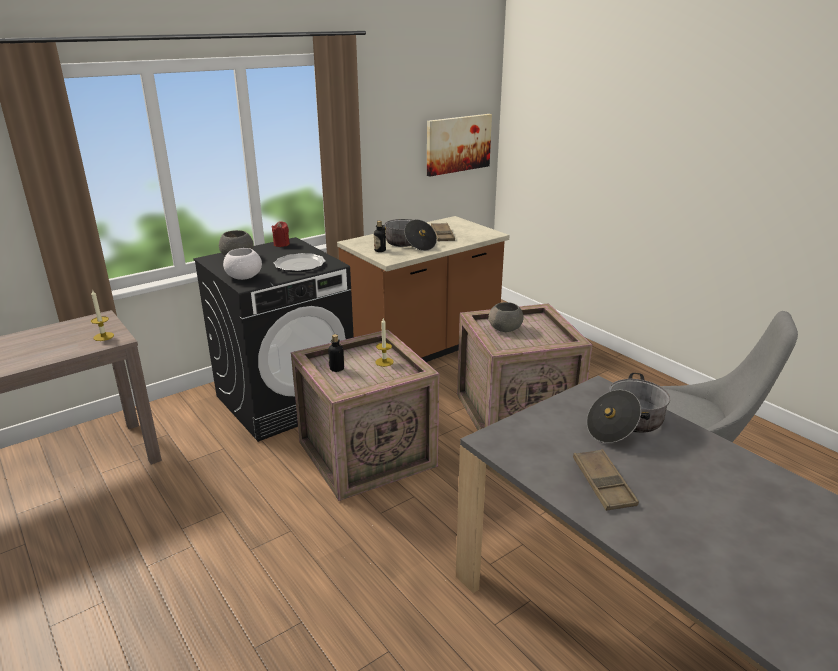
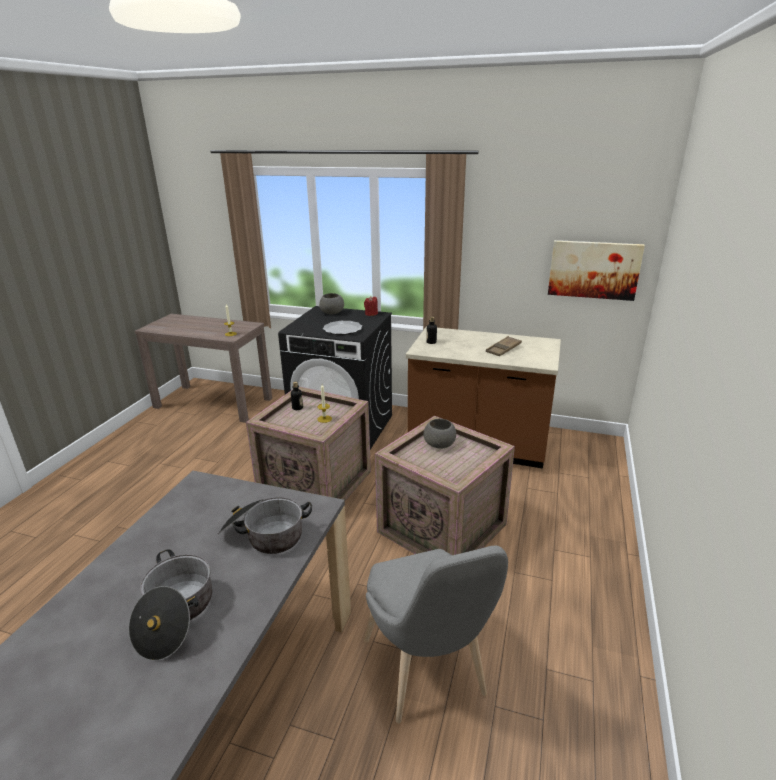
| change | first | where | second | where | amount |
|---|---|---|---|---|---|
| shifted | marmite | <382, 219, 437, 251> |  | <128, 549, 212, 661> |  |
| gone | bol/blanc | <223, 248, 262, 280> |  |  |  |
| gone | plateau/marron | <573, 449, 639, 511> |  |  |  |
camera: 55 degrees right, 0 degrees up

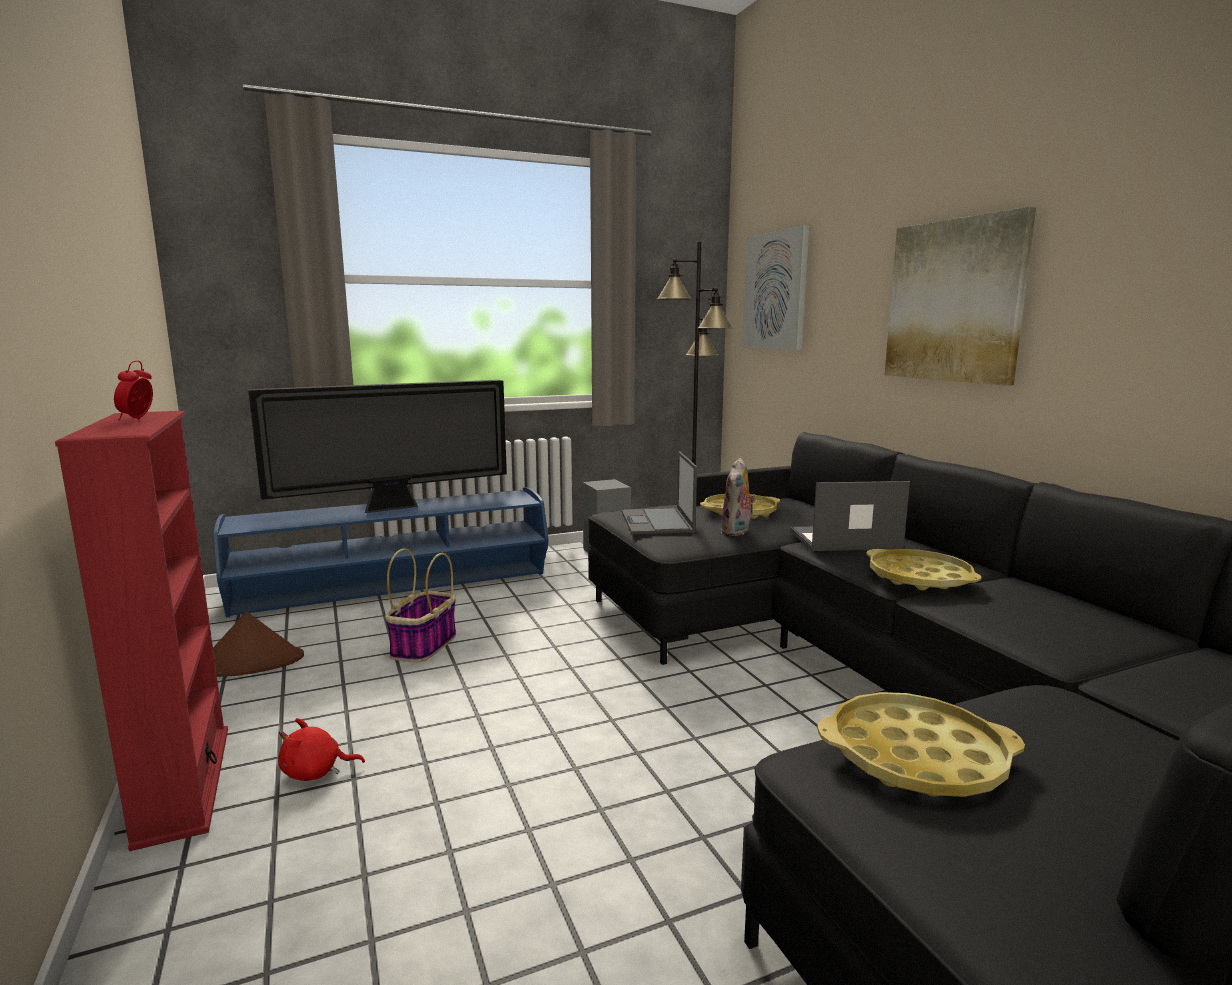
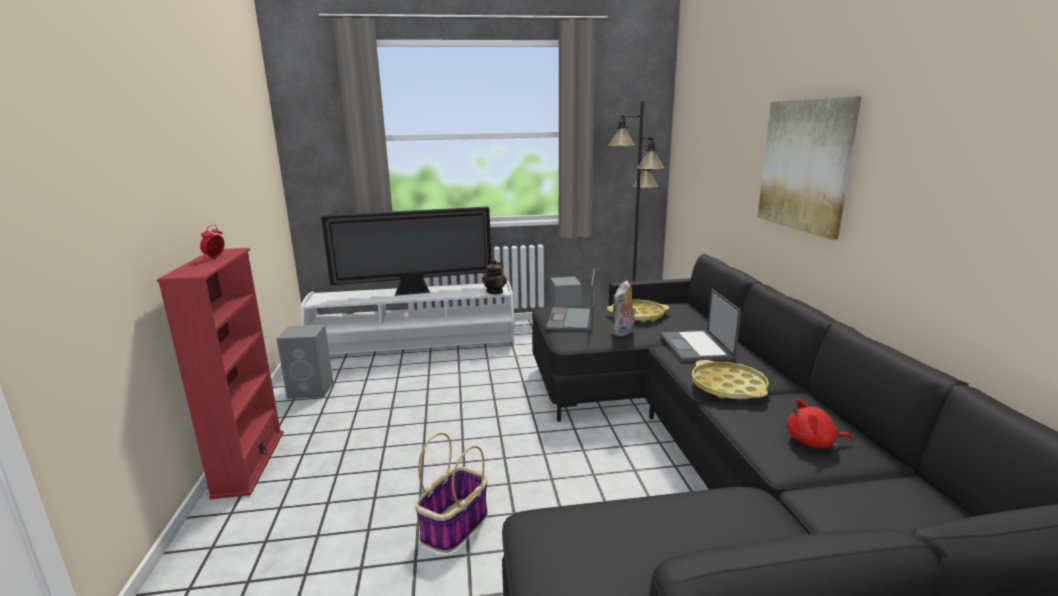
| change | first | where | second | where | amount |
|---|---|---|---|---|---|
| swapped | chapeau/marron | <213, 611, 304, 677> | enceinte/gris | <276, 325, 333, 399> |  |
| repainted | meuble télé/bleu | <213, 487, 548, 618> | meuble télé/blanc | <301, 281, 514, 355> |  |
| shifted | panier | <385, 549, 456, 662> |  | <415, 433, 488, 553> |  |
| new |  |  | théière | <482, 259, 507, 294> |  |
| rotated | ordinateur portable | <790, 481, 910, 551> |  | <660, 288, 741, 362> | 105 degrees counterclockwise |
| shifted | peluche/rouge | <278, 718, 365, 781> |  | <787, 399, 853, 449> |  |
| gone | tableau | <743, 226, 809, 350> |  |  |  |
| gone | plateau/jaune | <817, 692, 1025, 797> |  |  |  |
camera: 15 degrees right, 5 degrees up

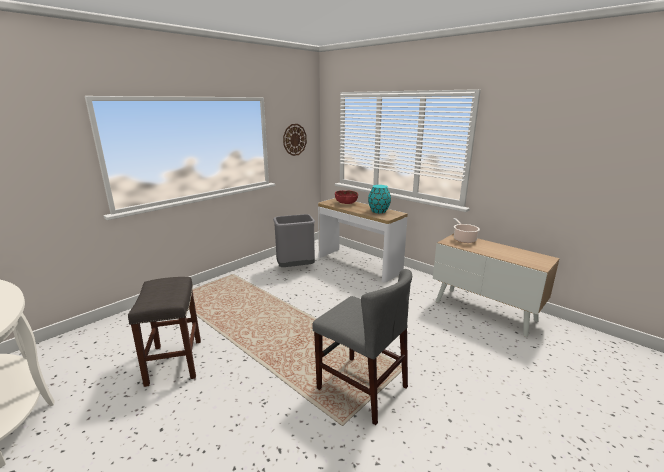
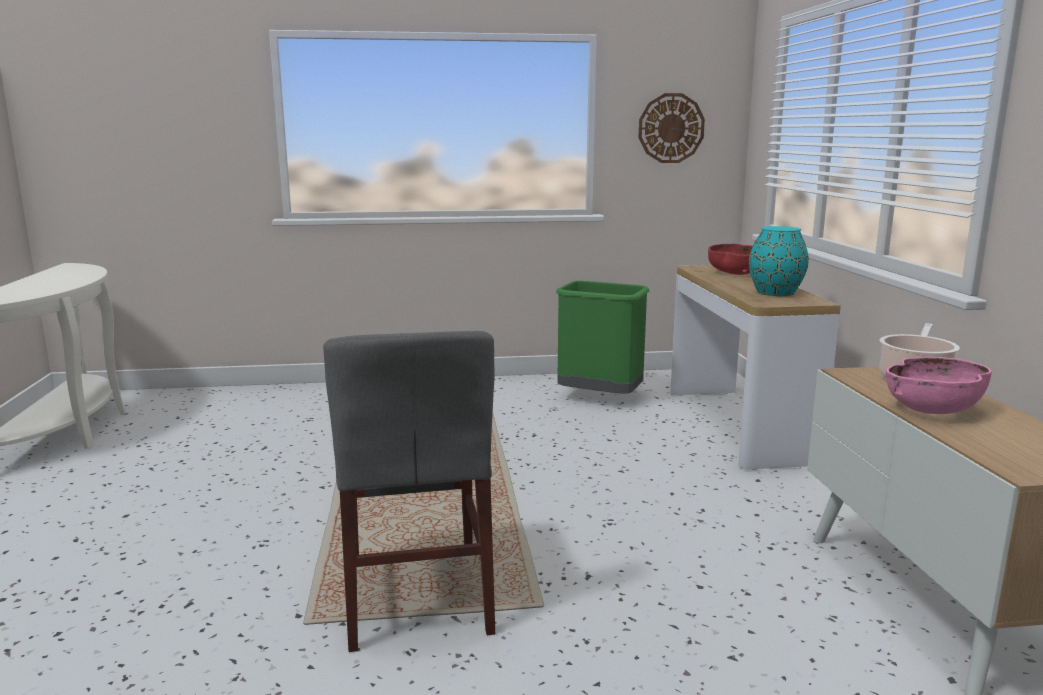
| change | first | where | second | where | amount |
|---|---|---|---|---|---|
| repainted | poubelle/gris | <273, 214, 315, 267> | poubelle/vert | <556, 281, 650, 394> |  |
| new |  |  | bol/rose | <886, 357, 992, 414> |  |
| gone | tabouret/gris | <128, 277, 201, 387> |  |  |  |
camera: 40 degrees right, 5 degrees down

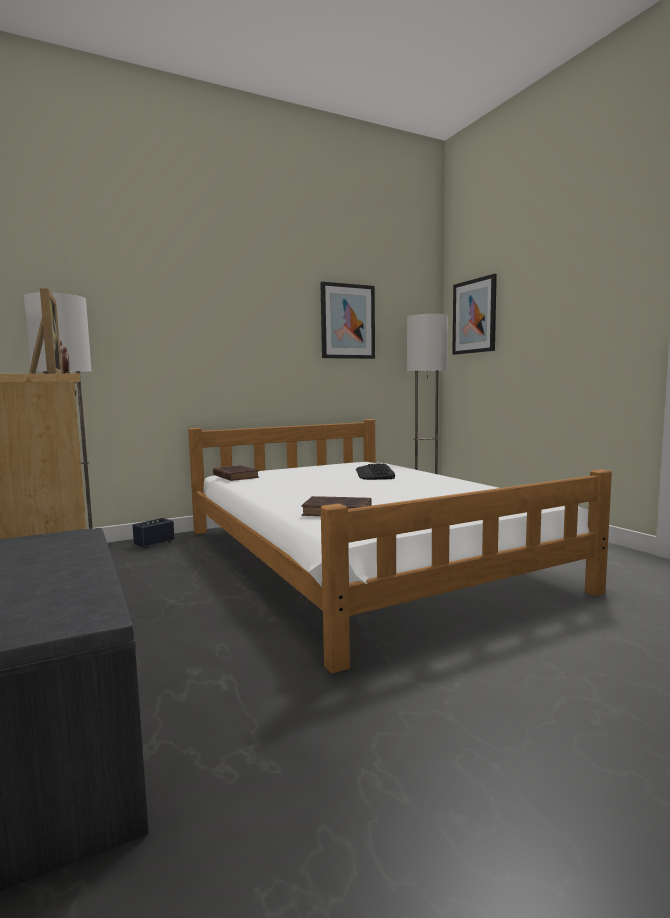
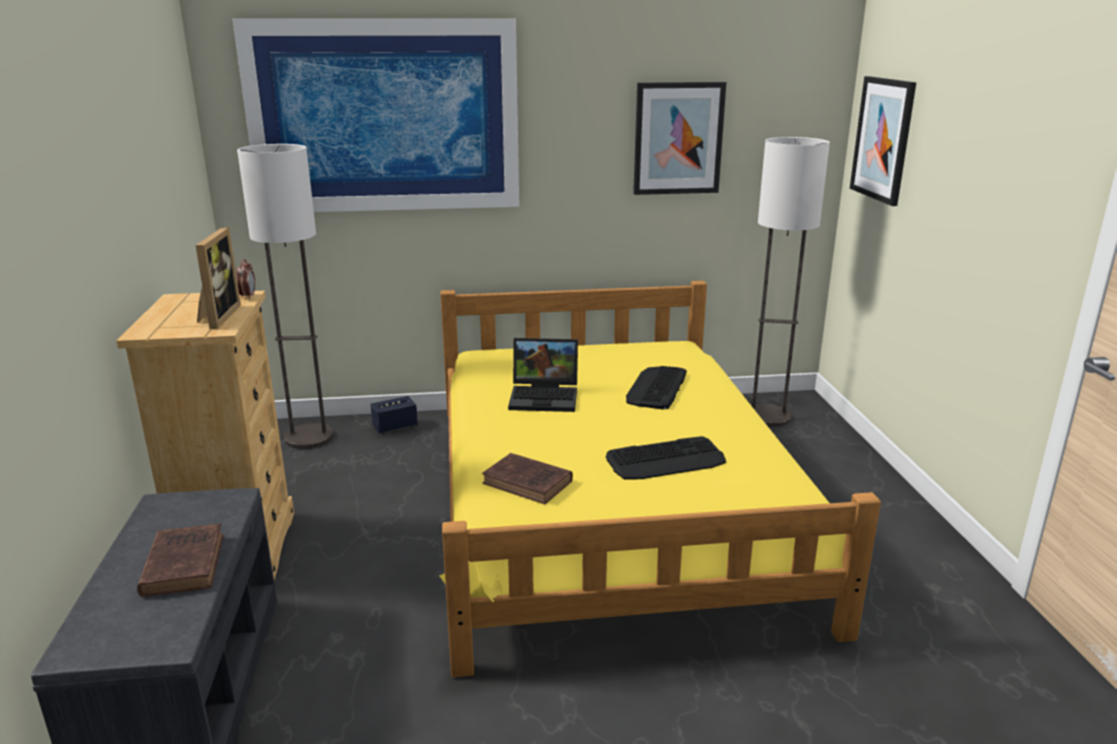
| change | first | where | second | where | amount |
|---|---|---|---|---|---|
| shifted | livre/marron | <213, 465, 259, 481> |  | <137, 523, 224, 597> |  |
| new |  |  | tableau | <233, 19, 519, 212> |  |
| repainted | lit/blanc | <188, 419, 612, 674> | lit/jaune | <439, 281, 881, 677> |  |
| new |  |  | ordinateur portable | <508, 338, 578, 412> |  |
| new |  |  | clavier | <606, 436, 726, 480> |  |
camera: 20 degrees right, 15 degrees up

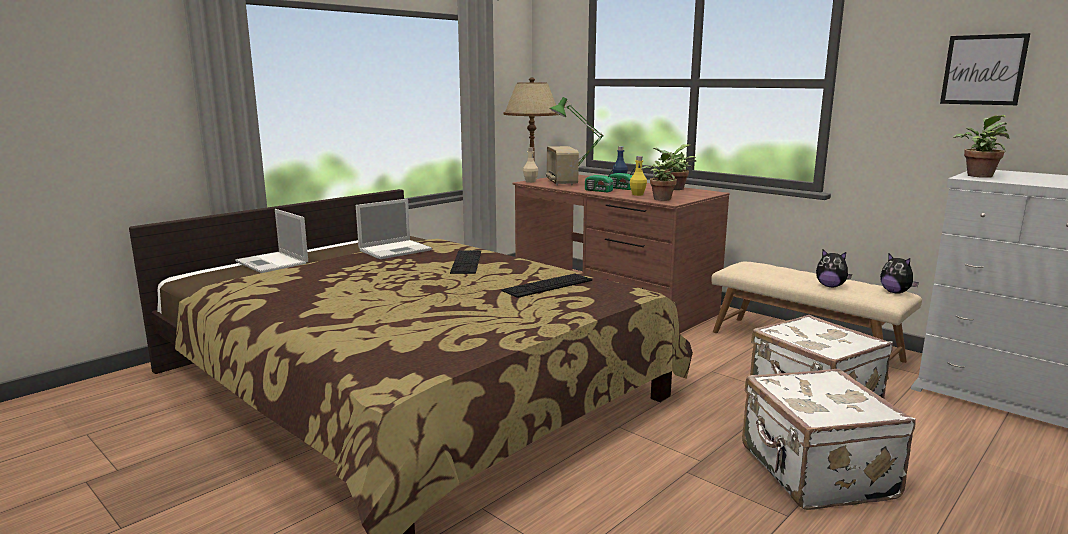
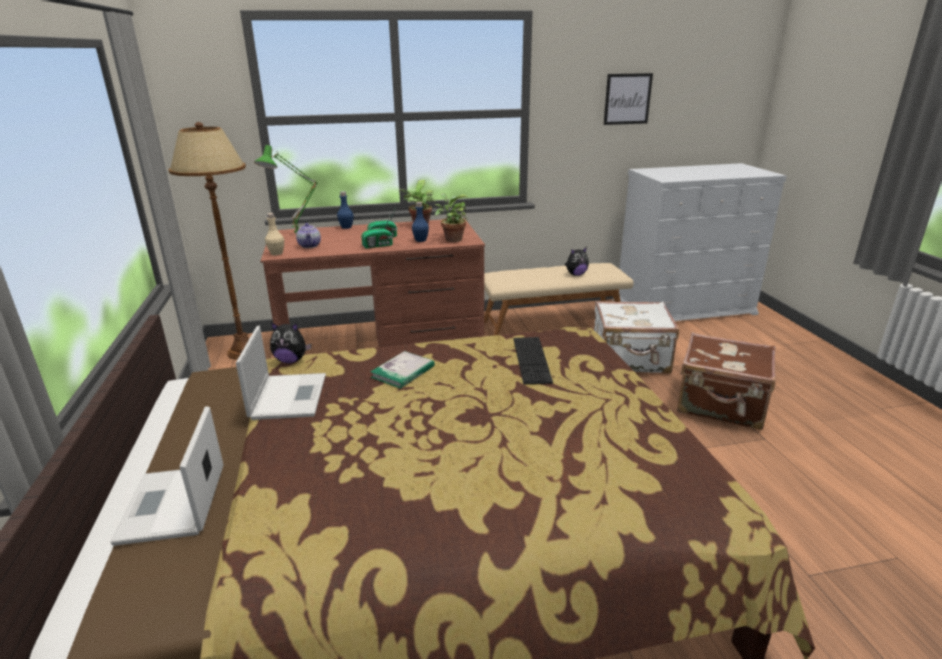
| change | first | where | second | where | amount |
|---|---|---|---|---|---|
| rotated | ordinateur portable | <235, 209, 308, 273> |  | <110, 406, 224, 546> | 90 degrees clockwise |
| shifted | peluche | <880, 254, 919, 294> |  | <270, 322, 311, 363> |  |
| swapped | radio | <546, 146, 579, 186> | théière | <296, 223, 321, 248> |  |
| swapped | clavier | <450, 250, 481, 274> | livre | <370, 351, 435, 389> |  |
| repainted | bouteille/jaune | <630, 156, 647, 196> | bouteille/bleu | <412, 202, 429, 242> |  |
| repainted | valise/blanc | <742, 369, 916, 510> | valise/marron | <677, 333, 776, 430> |  |
| gone | plante en pot | <953, 115, 1010, 178> |  |  |  |
camera: 55 degrees left, 10 degrees up

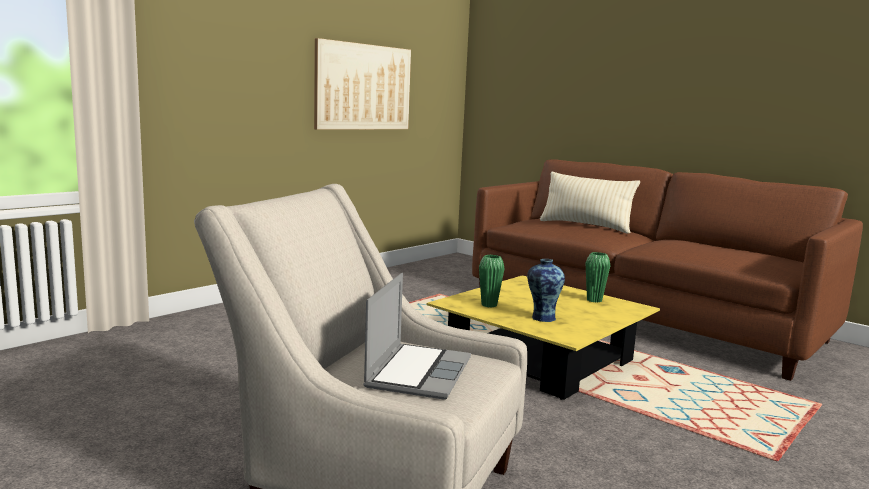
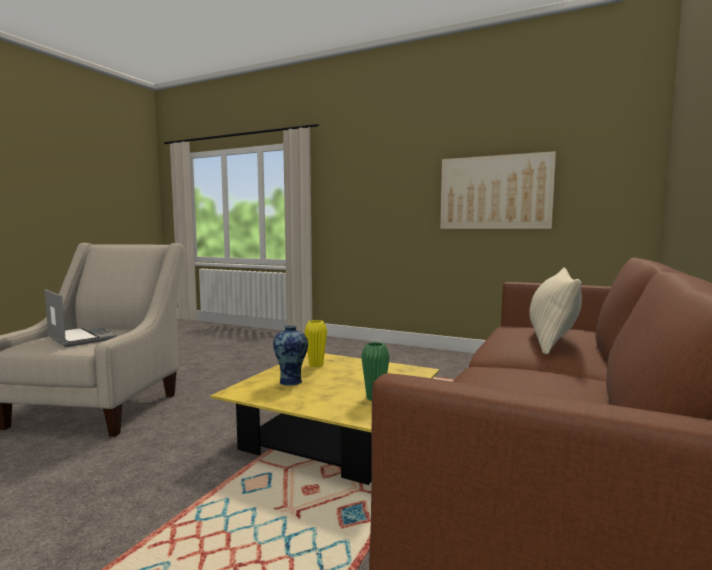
| change | first | where | second | where | amount |
|---|---|---|---|---|---|
| rotated | ordinateur portable | <363, 273, 471, 400> |  | <44, 289, 117, 347> | 135 degrees counterclockwise |
| repainted | vase/vert | <479, 255, 505, 308> | vase/jaune | <305, 320, 327, 367> |  |
camera: 75 degrees right, 5 degrees down

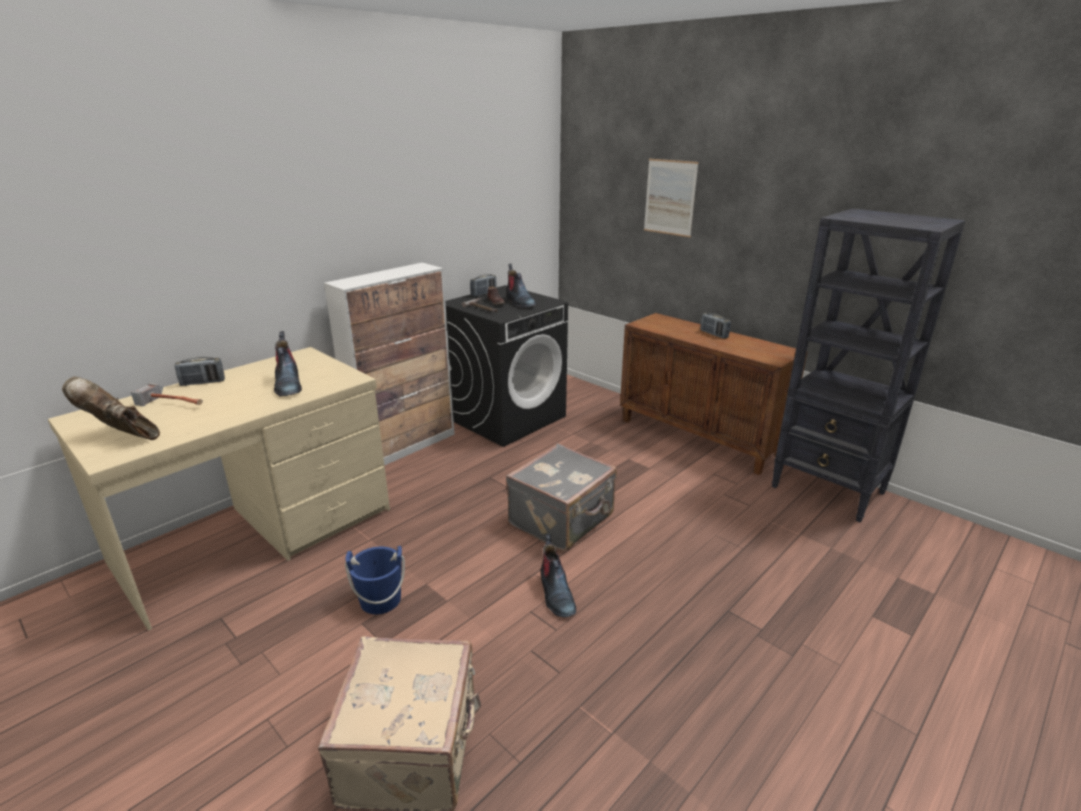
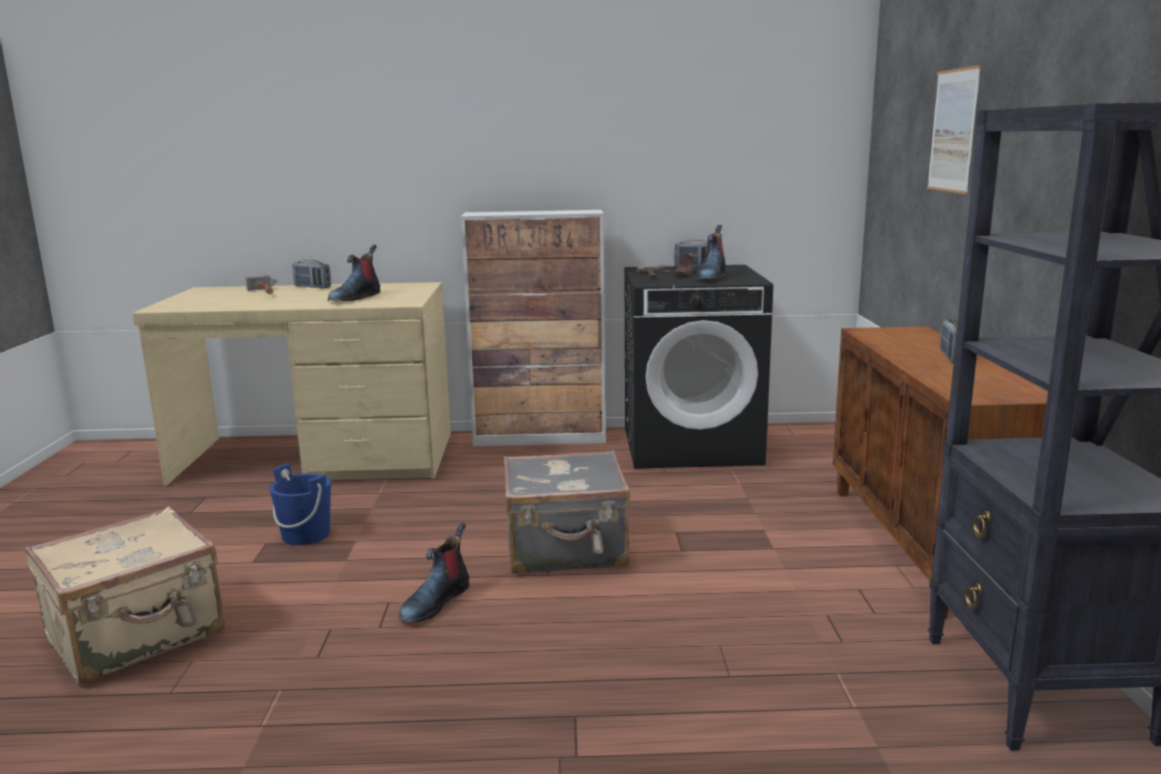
| change | first | where | second | where | amount |
|---|---|---|---|---|---|
| gone | botte/marron | <62, 377, 160, 440> |  |  |  |
camera: 45 degrees right, 10 degrees down

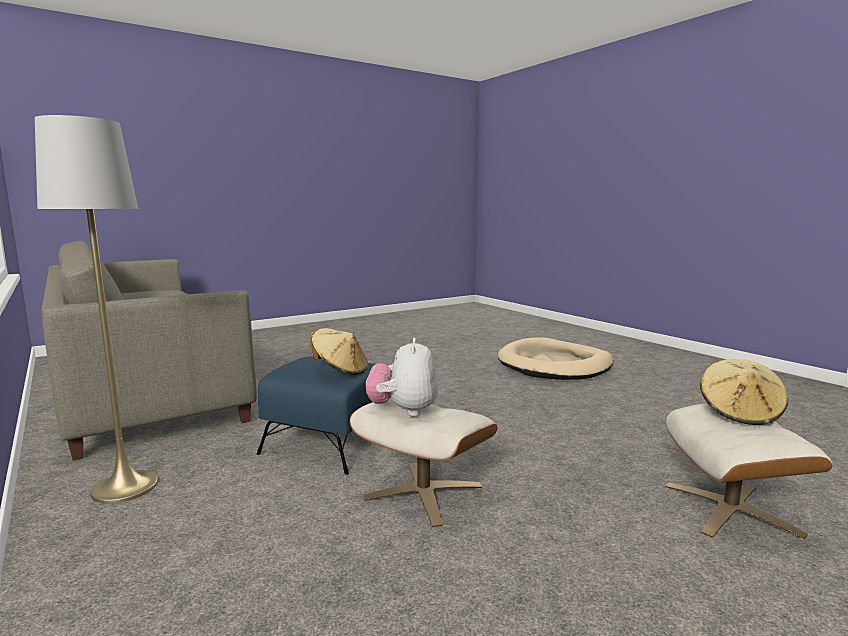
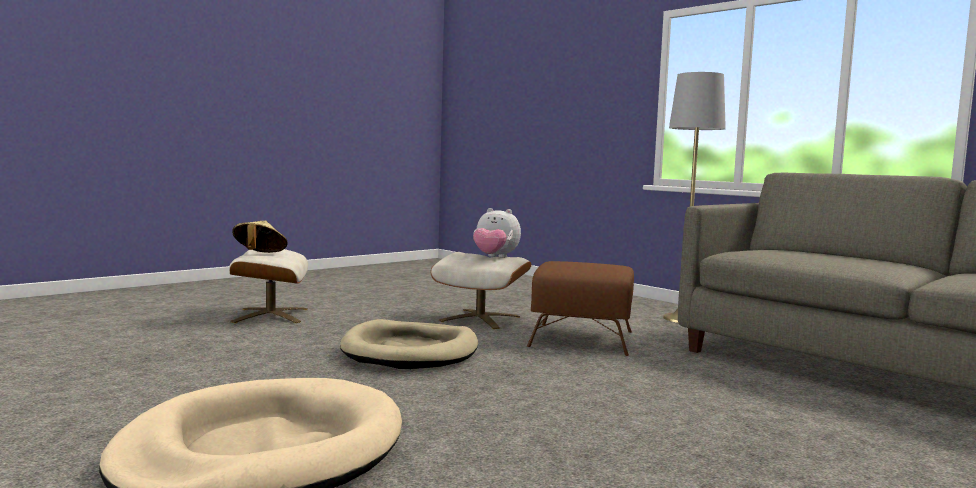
| change | first | where | second | where | amount |
|---|---|---|---|---|---|
| new |  |  | panier pour chien/beige | <340, 319, 478, 369> |  |
| rotated | peluche | <366, 338, 438, 416> |  | <473, 208, 521, 258> | 120 degrees clockwise |
| repainted | pouf/bleu | <257, 356, 391, 475> | pouf/marron | <527, 261, 634, 356> |  |
| gone | chapeau/beige | <310, 328, 368, 375> |  |  |  |
camera: 170 degrees right, 5 degrees down

